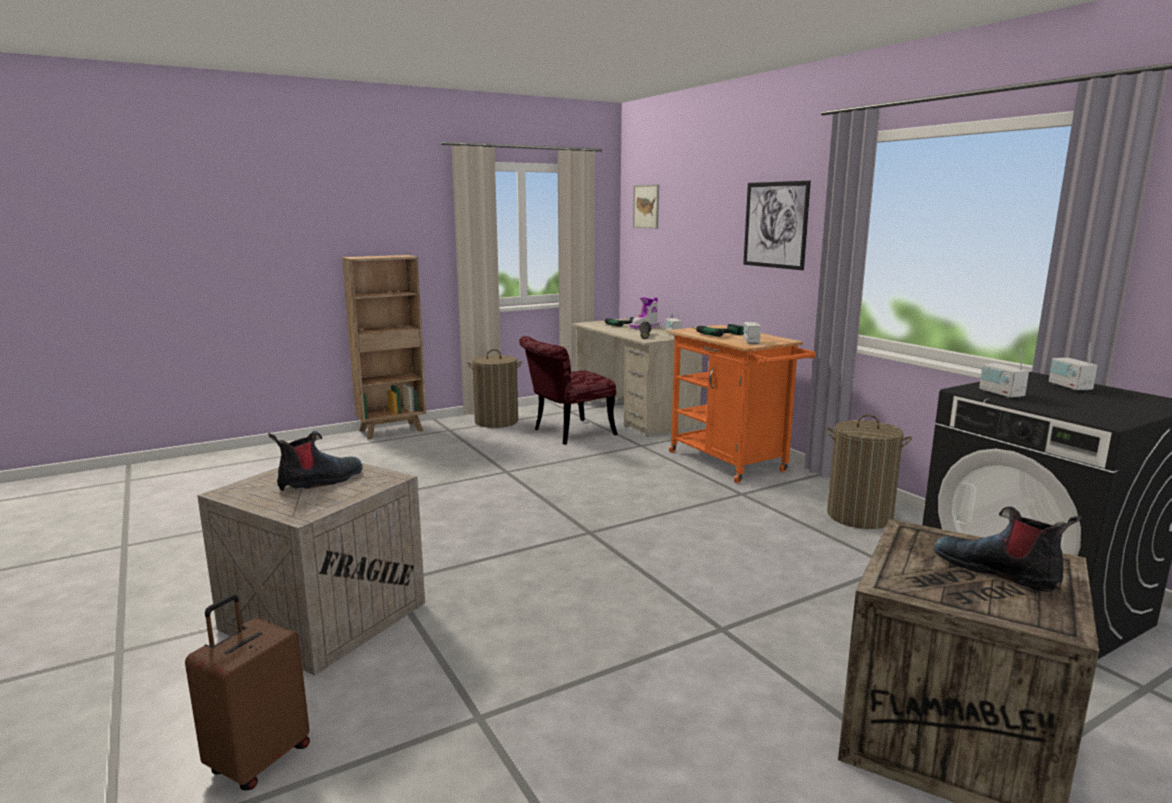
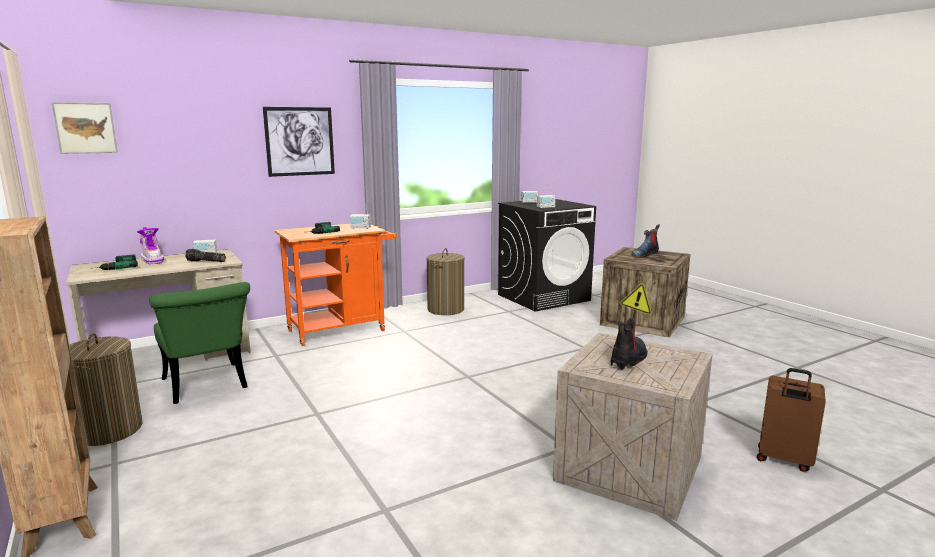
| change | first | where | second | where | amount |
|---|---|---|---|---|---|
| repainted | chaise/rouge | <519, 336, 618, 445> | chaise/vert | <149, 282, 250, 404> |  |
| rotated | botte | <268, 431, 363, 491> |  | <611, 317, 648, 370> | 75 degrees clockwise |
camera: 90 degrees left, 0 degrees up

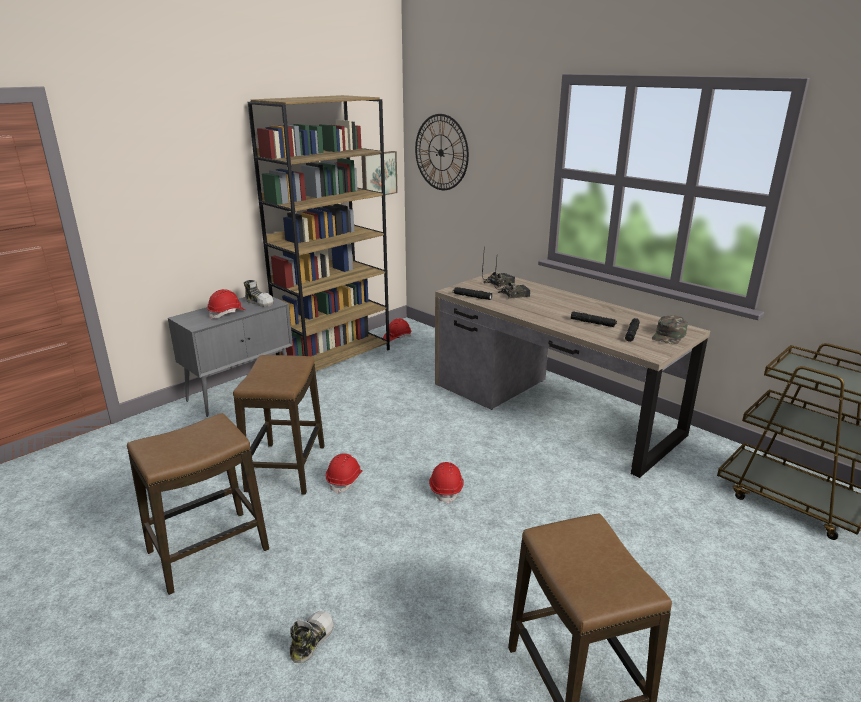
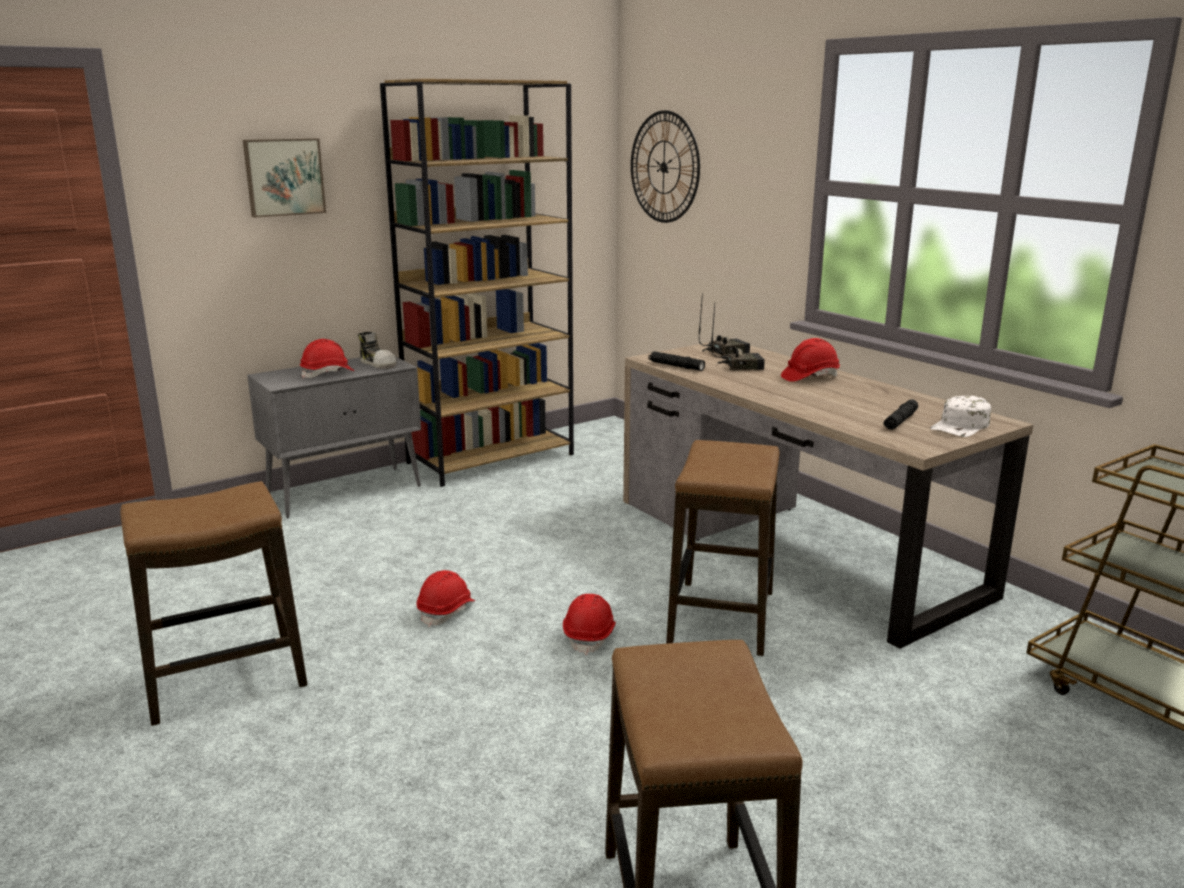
| change | first | where | second | where | amount |
|---|---|---|---|---|---|
| shifted | tableau | <361, 151, 398, 199> |  | <243, 138, 326, 218> |  |
| shifted | tabouret | <233, 355, 325, 495> |  | <666, 440, 780, 656> |  |
| shifted | casque de chantier/rouge | <383, 319, 411, 341> |  | <781, 338, 840, 382> |  |
| repainted | casquette/vert | <652, 315, 688, 344> | casquette/blanc | <930, 396, 991, 437> |  |
| gone | chaussure | <290, 611, 334, 663> |  |  |  |
| gone | lampe de poche/noir | <571, 311, 617, 327> |  |  |  |
camera: 10 degrees right, 5 degrees down

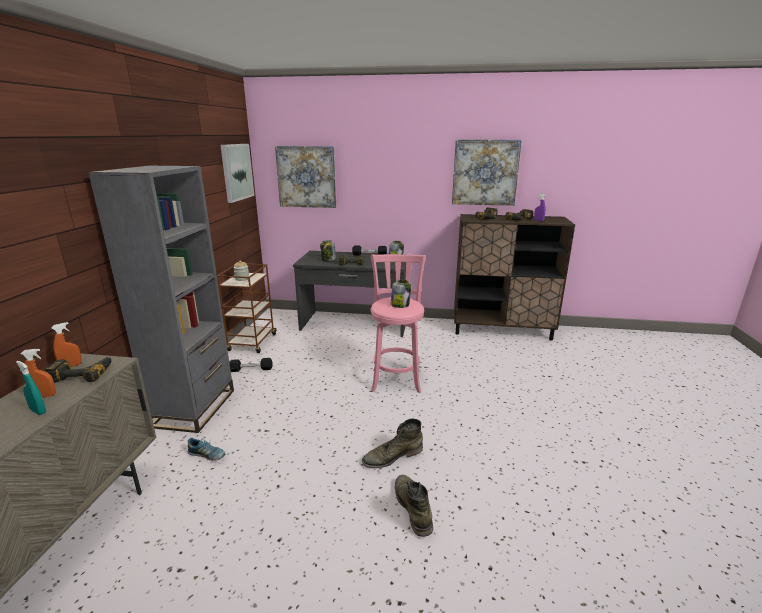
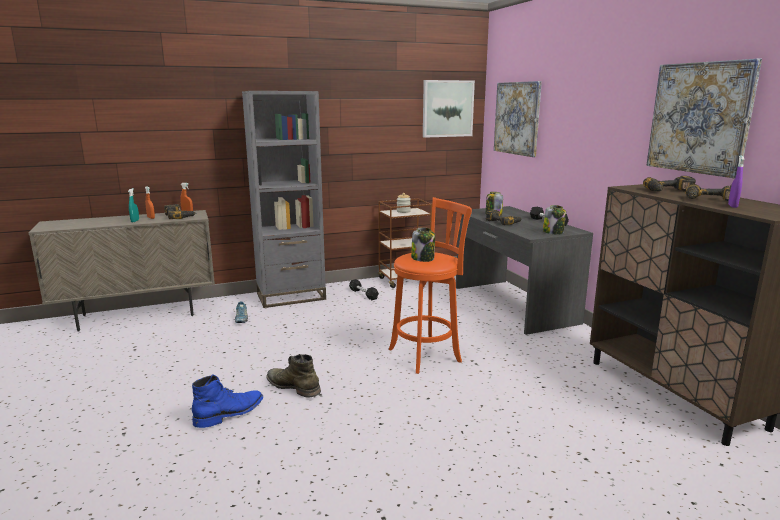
| change | first | where | second | where | amount |
|---|---|---|---|---|---|
| repainted | botte/vert | <395, 475, 433, 537> | botte/bleu | <192, 374, 263, 428> |  |
| repainted | tabouret/rose | <371, 254, 426, 393> | tabouret/orange | <389, 197, 472, 374> |  |
camera: 60 degrees right, 5 degrees down

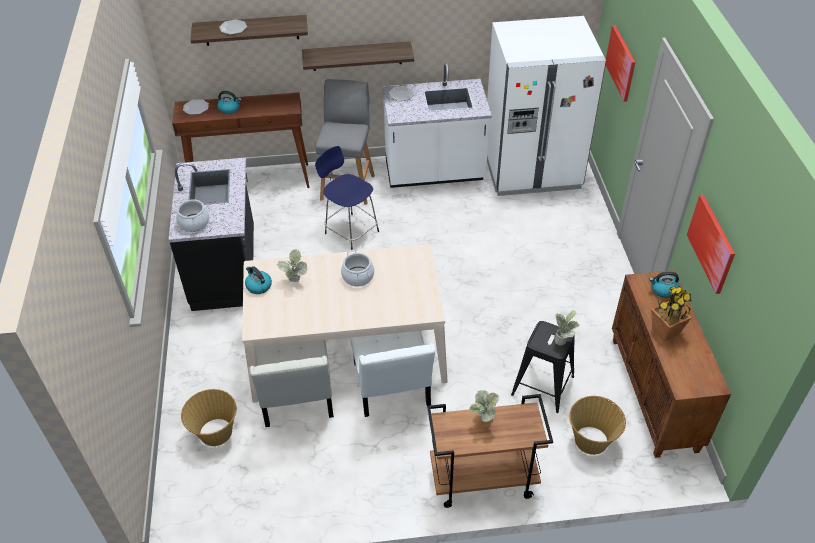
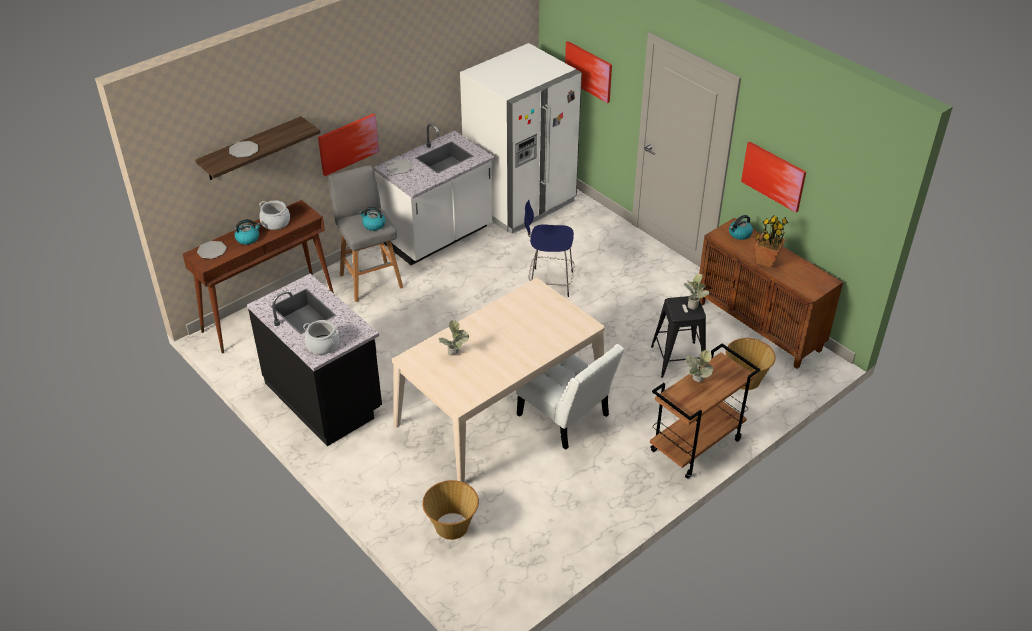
| change | first | where | second | where | amount |
|---|---|---|---|---|---|
| shifted | marmite | <341, 250, 374, 287> |  | <259, 201, 290, 230> |  |
| swapped | étagère | <302, 41, 414, 71> | tableau | <318, 113, 379, 176> |  |
| shifted | bouilloire | <245, 266, 272, 294> |  | <359, 207, 386, 231> |  |
| shifted | tabouret/bleu | <315, 146, 379, 250> |  | <524, 200, 575, 297> |  |
| gone | chaise/blanc | <250, 340, 334, 427> |  |  |  |
camera: 35 degrees left, 5 degrees down

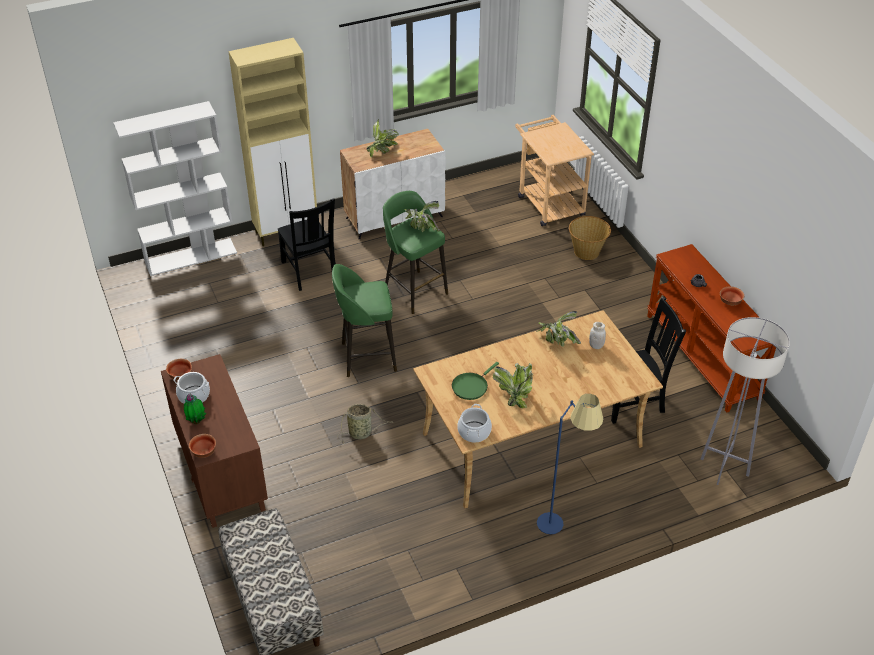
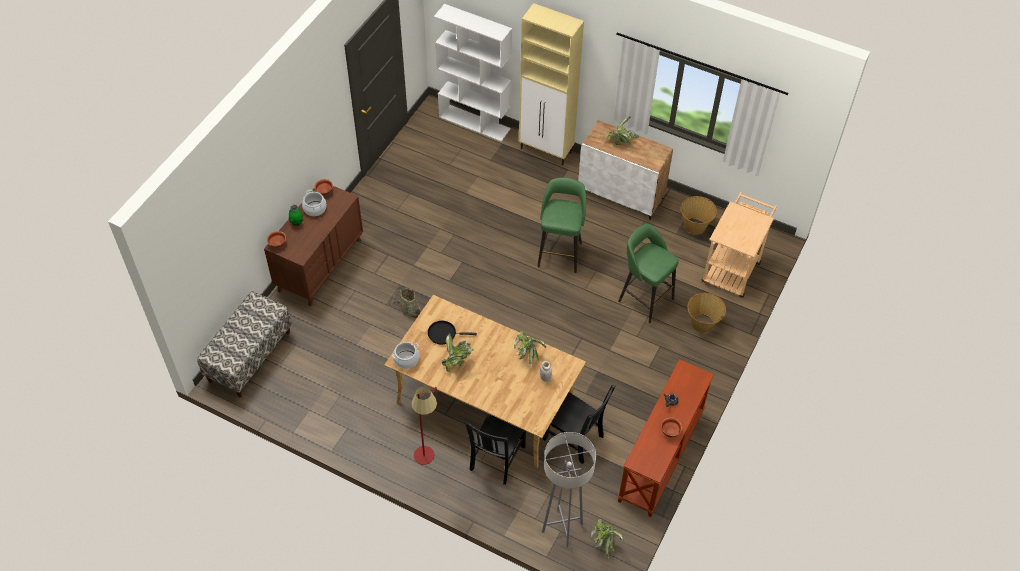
| change | first | where | second | where | amount |
|---|---|---|---|---|---|
| repainted | lampadaire/bleu | <537, 394, 603, 534> | lampadaire/rouge | <412, 387, 437, 465> |  |
| repainted | poêle/vert | <452, 362, 499, 400> | poêle/noir | <428, 321, 477, 344> |  |
| shifted | chaise/noir | <277, 198, 336, 291> |  | <464, 414, 526, 485> |  |
| shifted | plante en pot | <404, 201, 440, 232> |  | <591, 519, 624, 558> |  |
| shifted | tabouret/vert | <332, 264, 397, 377> |  | <618, 224, 679, 323> |  |
| new |  |  | panier | <681, 196, 717, 235> |  |
camera: 50 degrees right, 10 degrees up

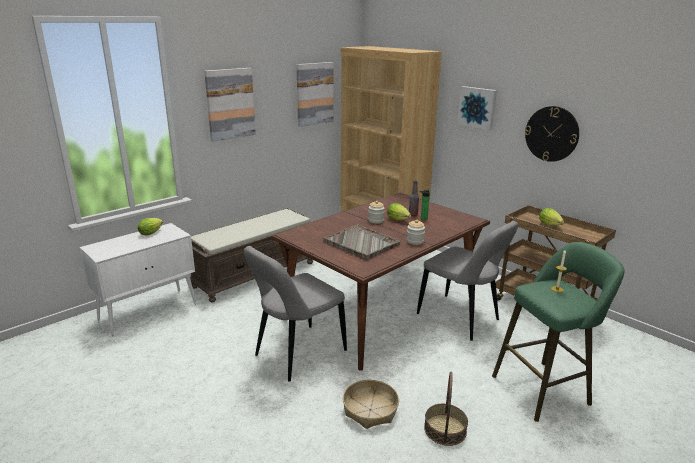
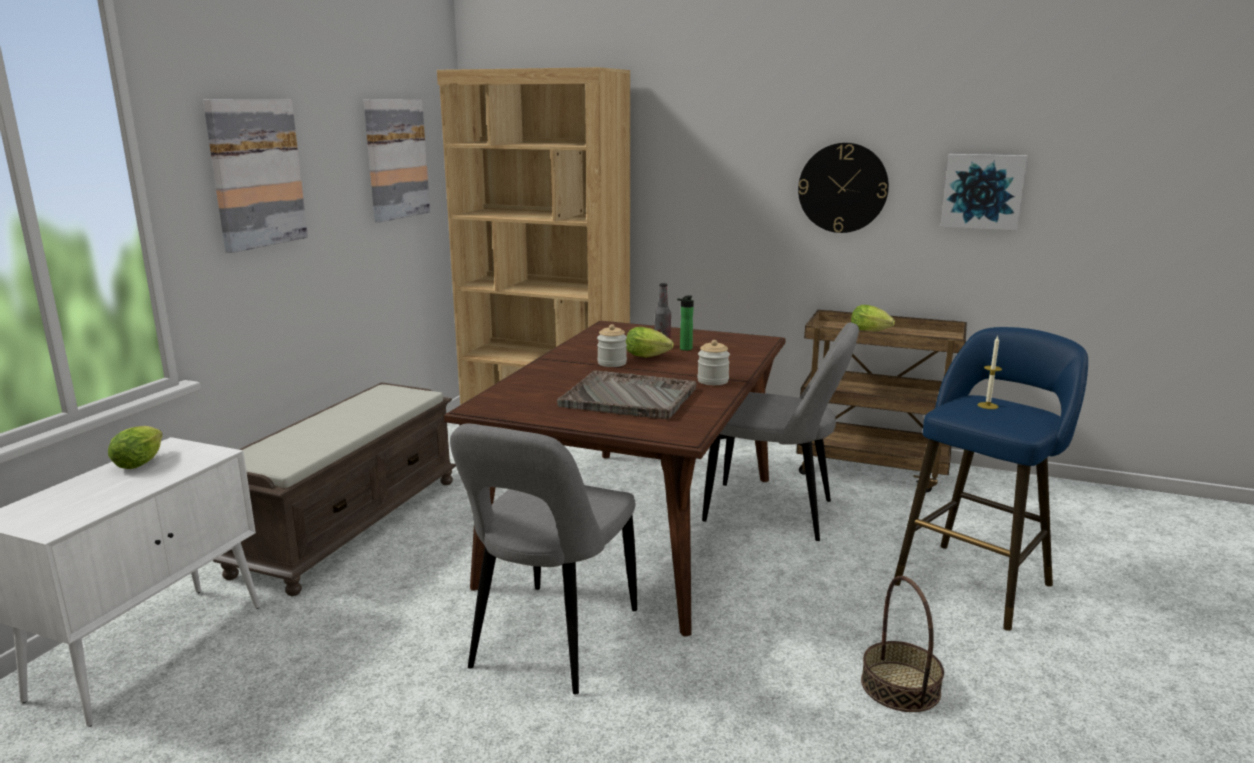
| change | first | where | second | where | amount |
|---|---|---|---|---|---|
| repainted | tabouret/vert | <492, 242, 624, 422> | tabouret/bleu | <894, 327, 1088, 631> |  |
| shifted | tableau | <457, 86, 497, 131> |  | <941, 154, 1028, 231> |  |
| gone | panier | <343, 379, 399, 429> |  |  |  |
camera: 25 degrees left, 5 degrees down

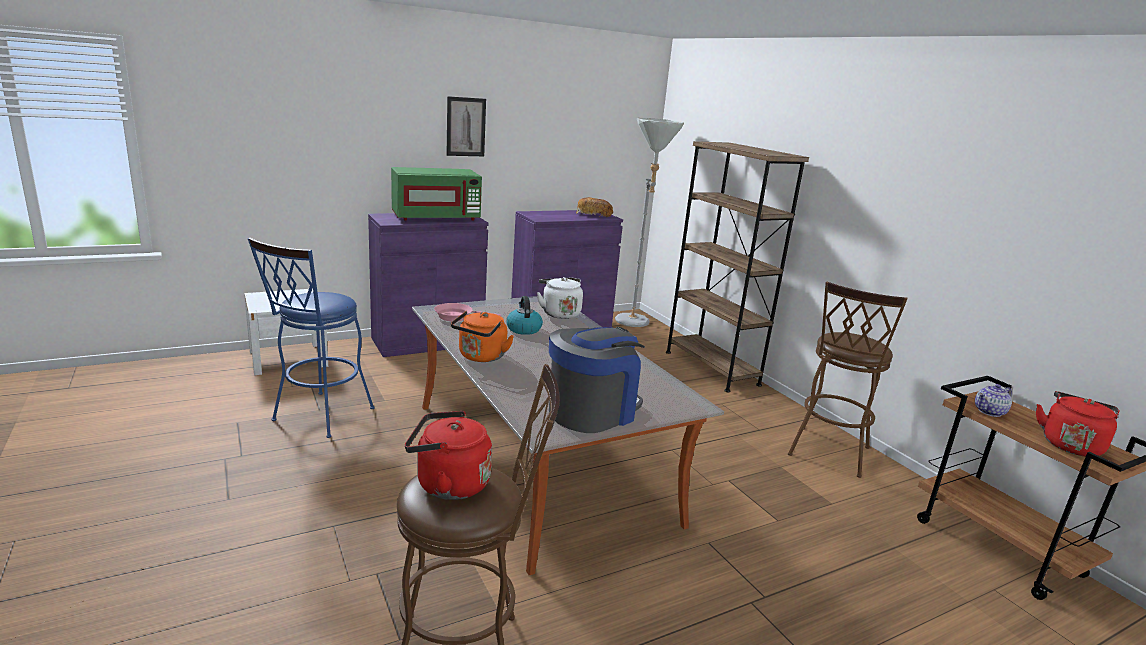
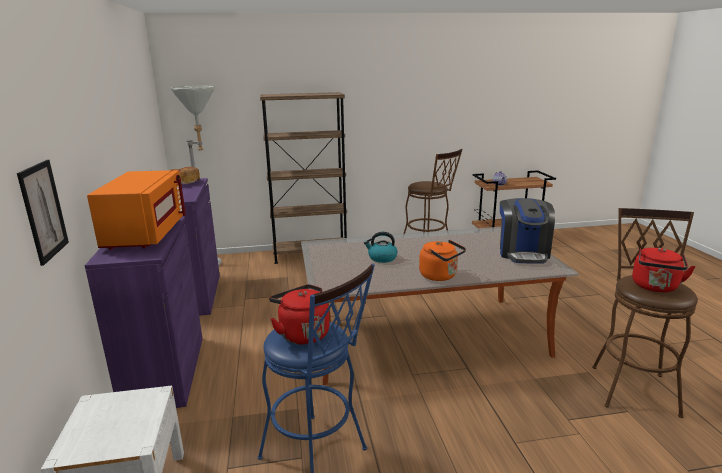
| change | first | where | second | where | amount |
|---|---|---|---|---|---|
| shifted | tableau | <446, 96, 486, 156> |  | <17, 160, 69, 266> |  |
| repainted | micro-ondes/vert | <391, 167, 482, 221> | micro-ondes/orange | <87, 170, 186, 249> |  |
| shifted | bouilloire/rouge | <1036, 391, 1120, 457> |  | <269, 284, 329, 345> |  |
| rotated | machine à café | <549, 327, 645, 433> |  | <500, 198, 555, 264> | 150 degrees counterclockwise |
| gone | poêle/rose | <434, 303, 501, 321> |  |  |  |
| gone | bouilloire/blanc | <537, 277, 583, 319> |  |  |  |
camera: 70 degrees left, 0 degrees up

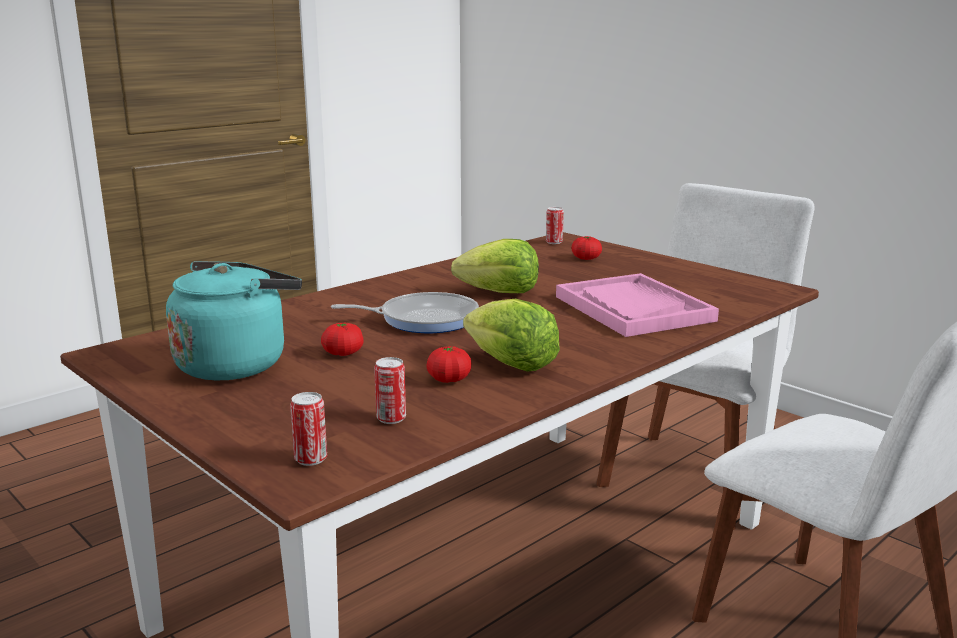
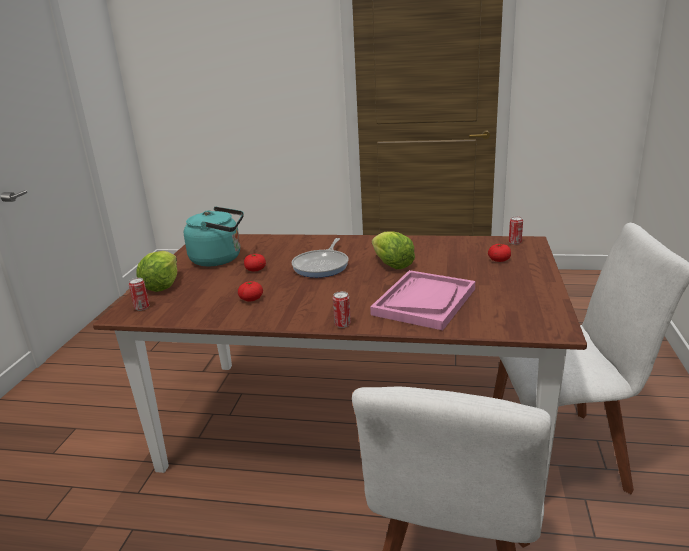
| change | first | where | second | where | amount |
|---|---|---|---|---|---|
| shifted | laitue | <463, 299, 560, 372> |  | <136, 251, 177, 292> |  |
| rotated | poêle | <331, 292, 479, 333> |  | <292, 238, 348, 278> | 60 degrees clockwise |
| shifted | boîte métallique | <374, 357, 406, 424> |  | <333, 291, 351, 328> |  |
camera: 55 degrees right, 5 degrees up

